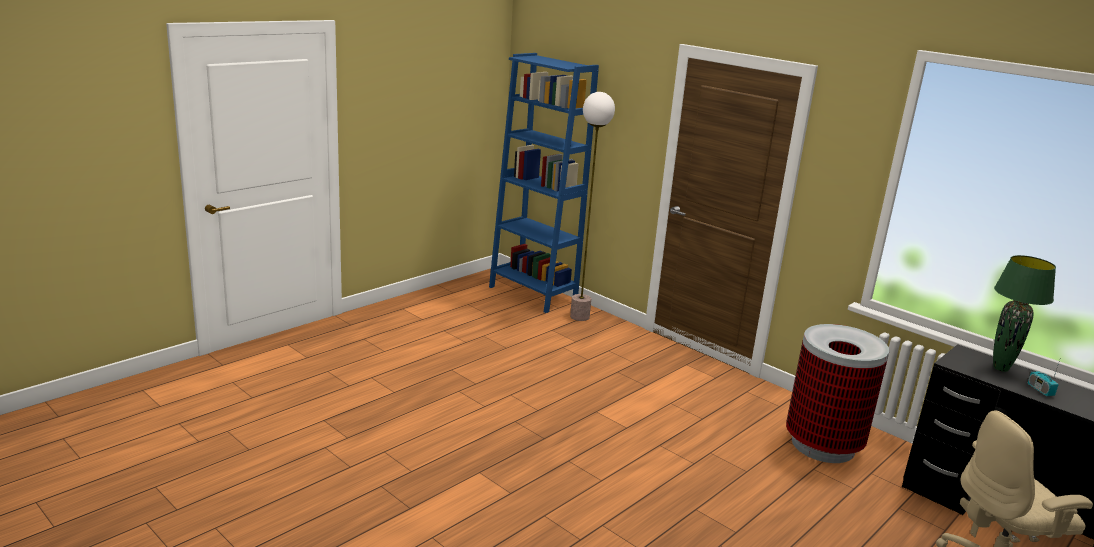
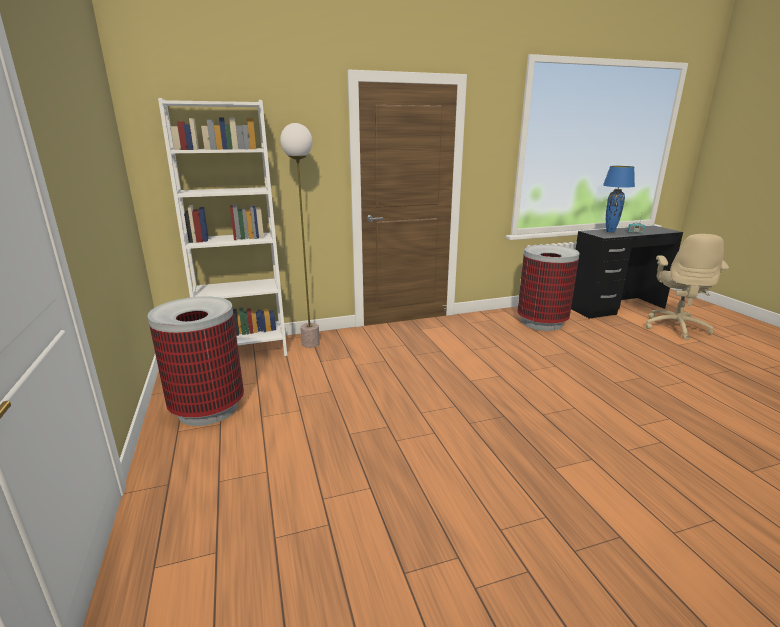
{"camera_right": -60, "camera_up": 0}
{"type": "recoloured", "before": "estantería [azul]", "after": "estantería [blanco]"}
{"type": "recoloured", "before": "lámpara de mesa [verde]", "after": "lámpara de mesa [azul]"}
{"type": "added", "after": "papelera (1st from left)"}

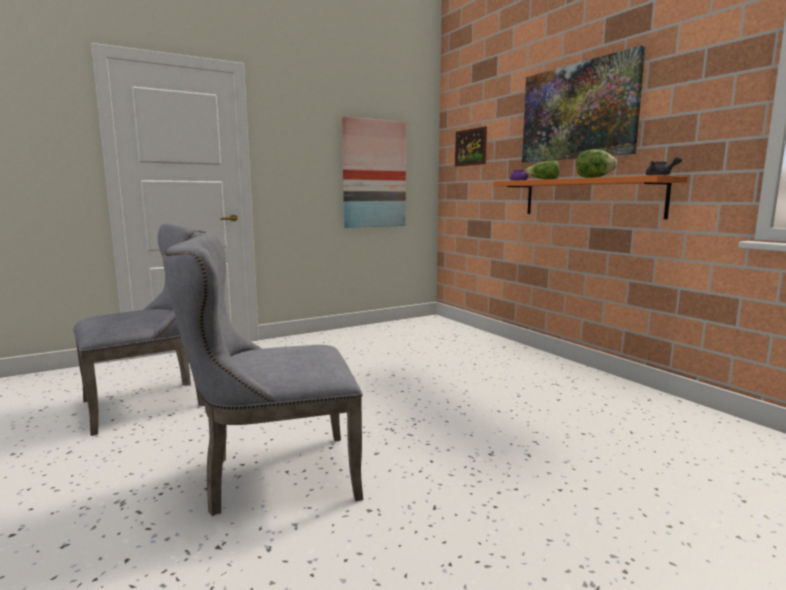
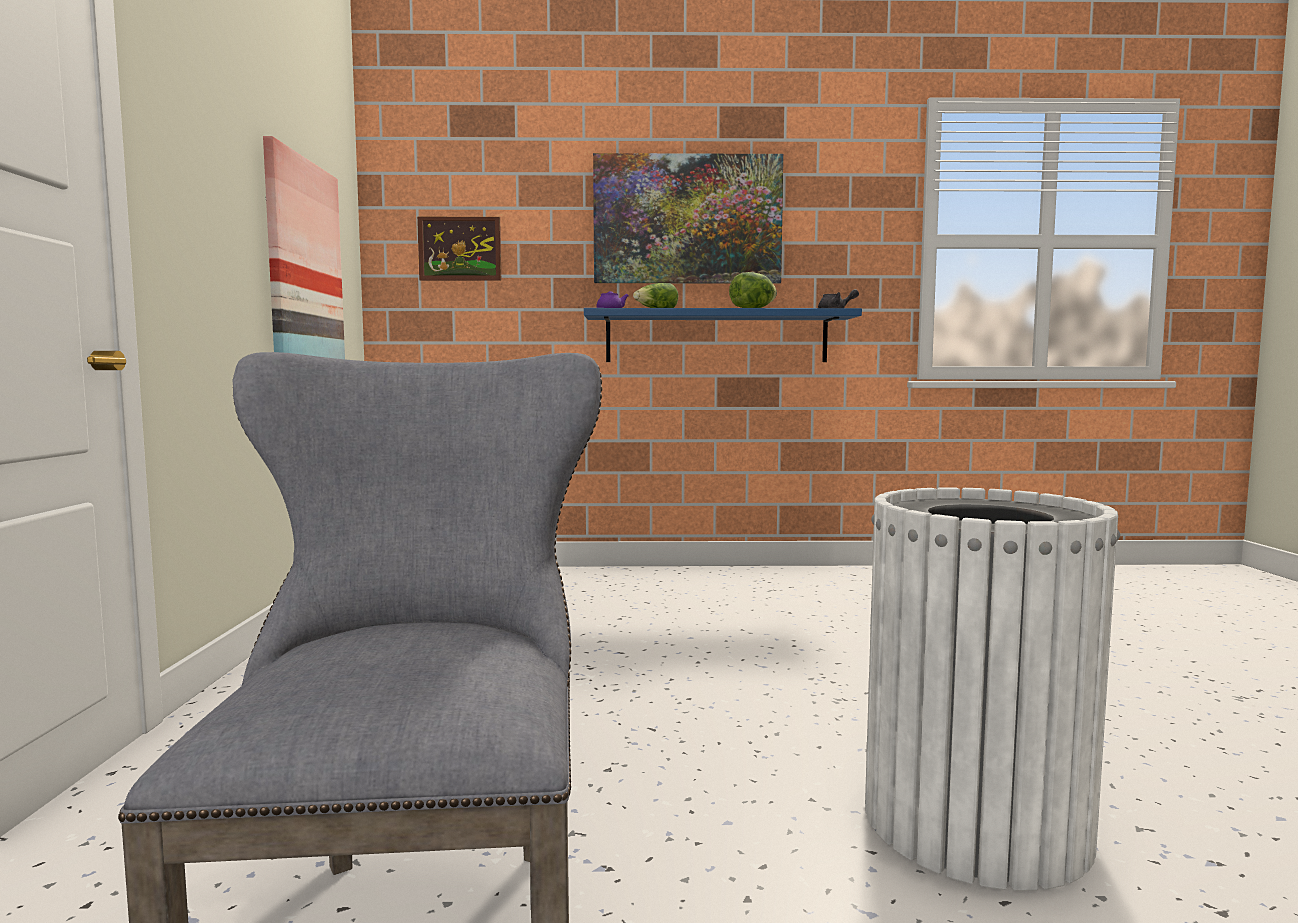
{"camera_right": -60, "camera_up": -5}
{"type": "replaced", "before": "silla [gris] (2nd from left)", "after": "papelera [blanco]"}
{"type": "recoloured", "before": "estante [naranja]", "after": "estante [azul]"}

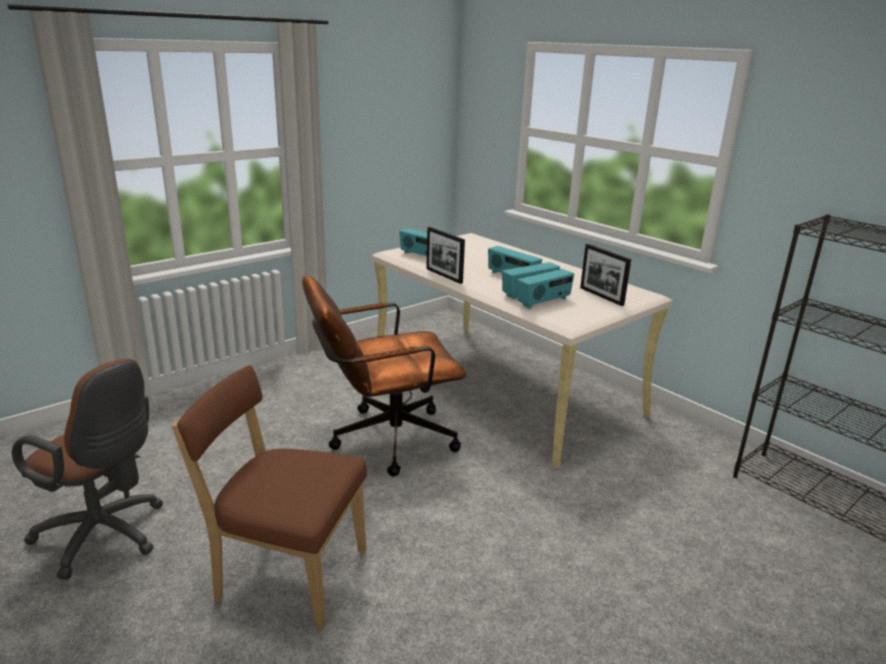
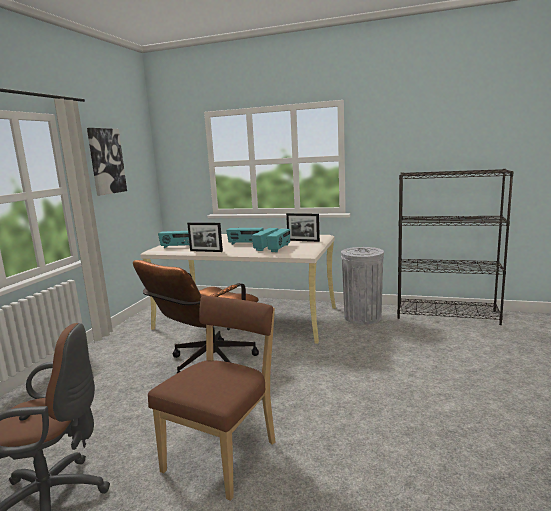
{"camera_right": -30, "camera_up": -10}
{"type": "turned", "before": "silla [marrón]", "turn": 135}
{"type": "added", "after": "cuadro"}
{"type": "added", "after": "papelera [gris]"}

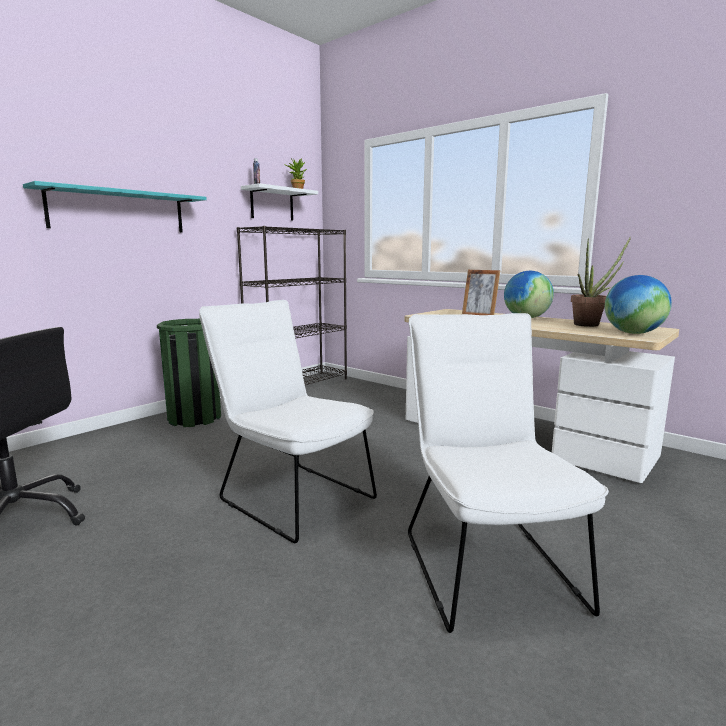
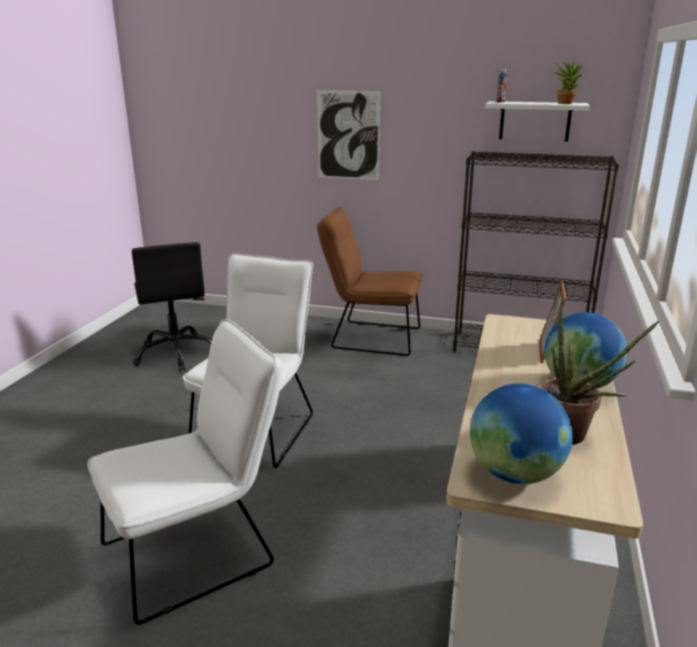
{"camera_right": 65, "camera_up": 10}
{"type": "replaced", "before": "estante [turquesa]", "after": "cuadro"}
{"type": "replaced", "before": "papelera [verde]", "after": "silla [marrón]"}

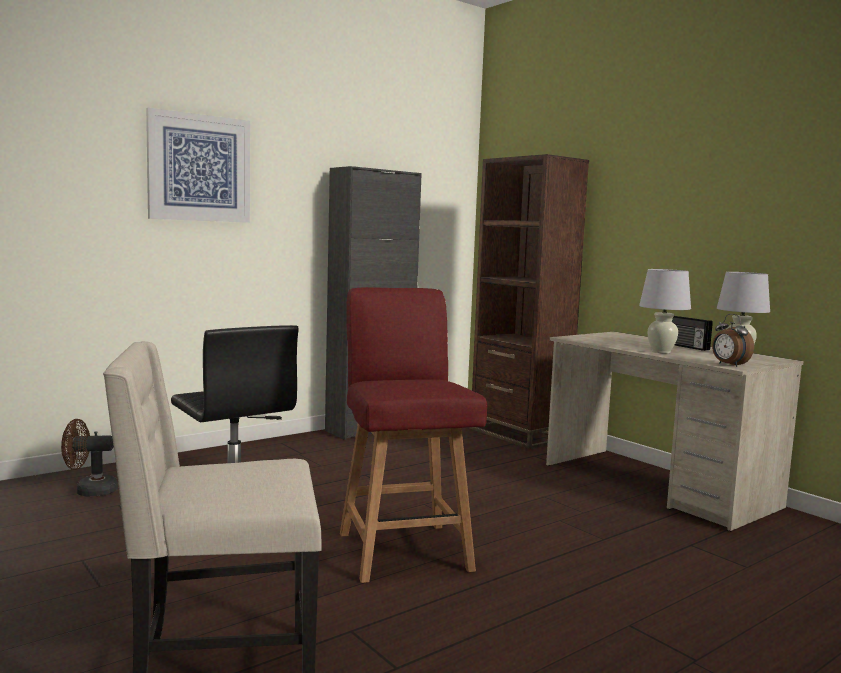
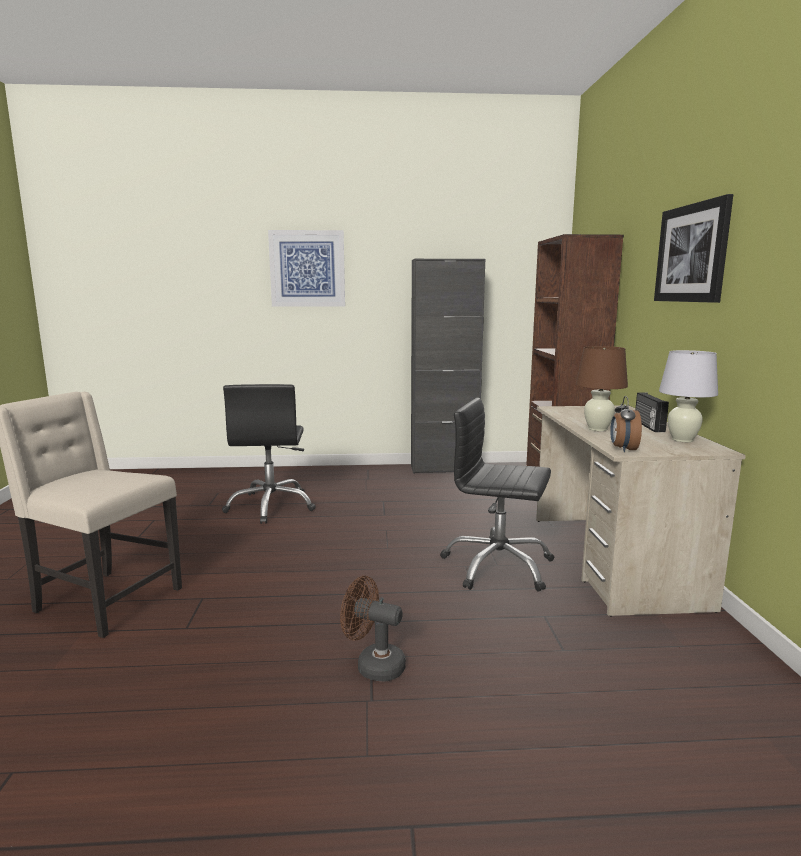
{"camera_right": 35, "camera_up": 5}
{"type": "moved", "before": "ventilador [marrón]"}
{"type": "removed", "before": "silla [rojo]"}
{"type": "recoloured", "before": "lámpara de mesa [blanco] (1st from left)", "after": "lámpara de mesa [marrón]"}
{"type": "added", "after": "silla de oficina [negro] (2nd from left)"}
{"type": "added", "after": "cuadro (2nd from left)"}

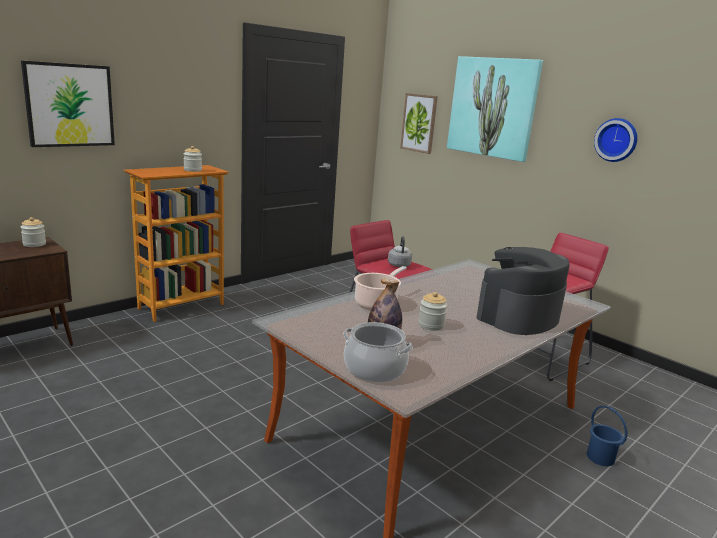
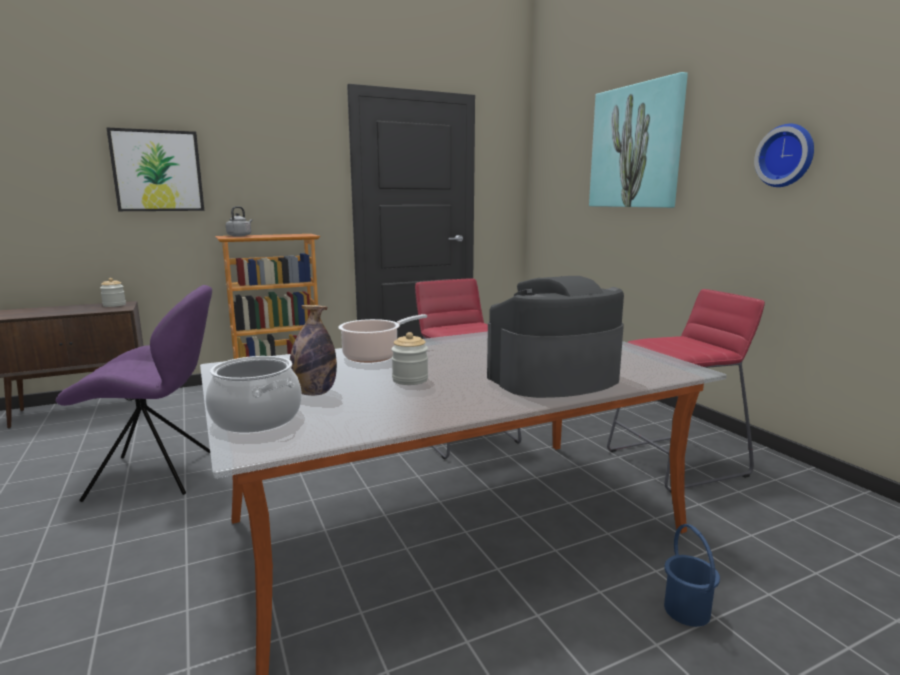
{"camera_right": 20, "camera_up": -5}
{"type": "removed", "before": "tarro (2nd from left)"}
{"type": "moved", "before": "hervidor [gris]"}
{"type": "removed", "before": "cuadro (2nd from left)"}
{"type": "added", "after": "silla [morado]"}

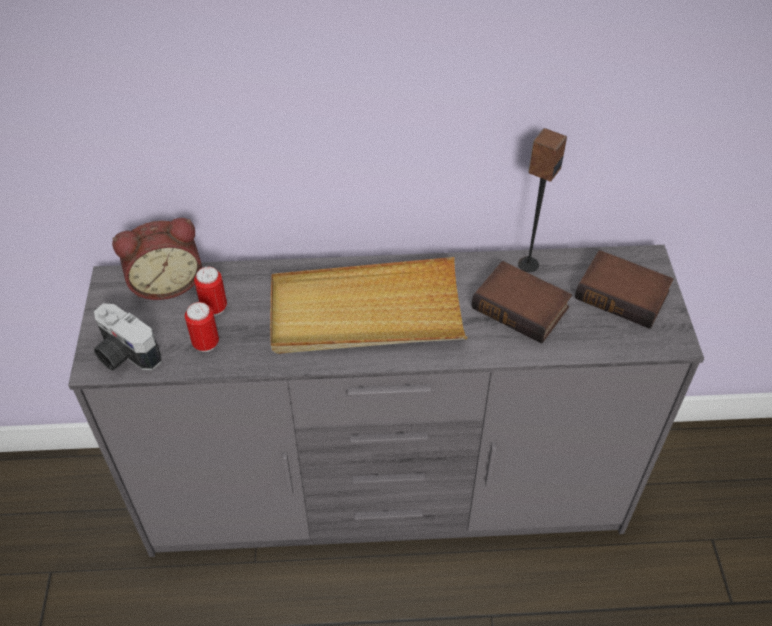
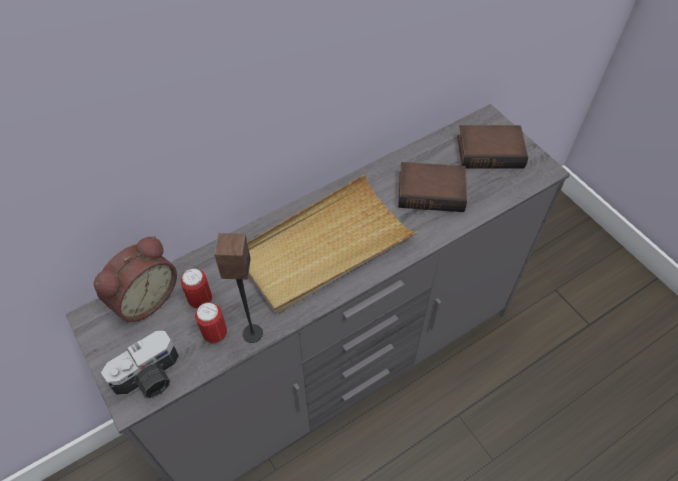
{"camera_right": -30, "camera_up": 5}
{"type": "turned", "before": "cámara", "turn": -45}
{"type": "moved", "before": "altavoz"}

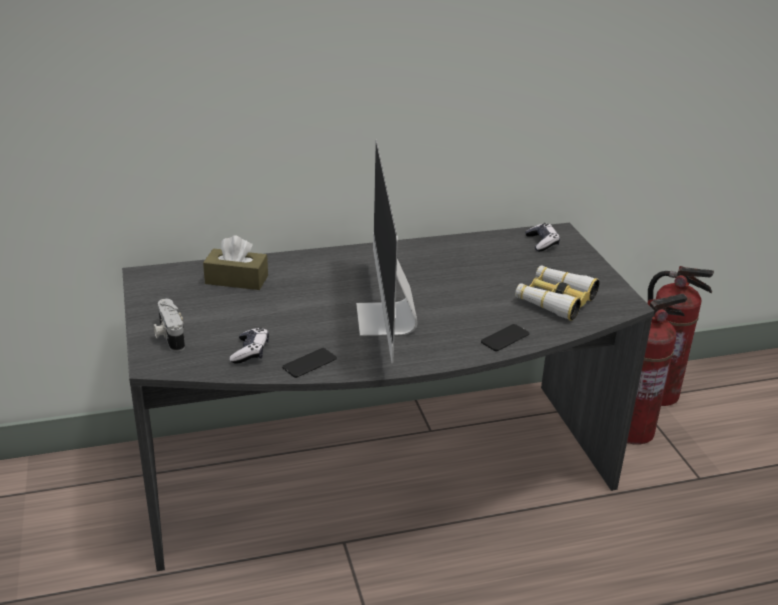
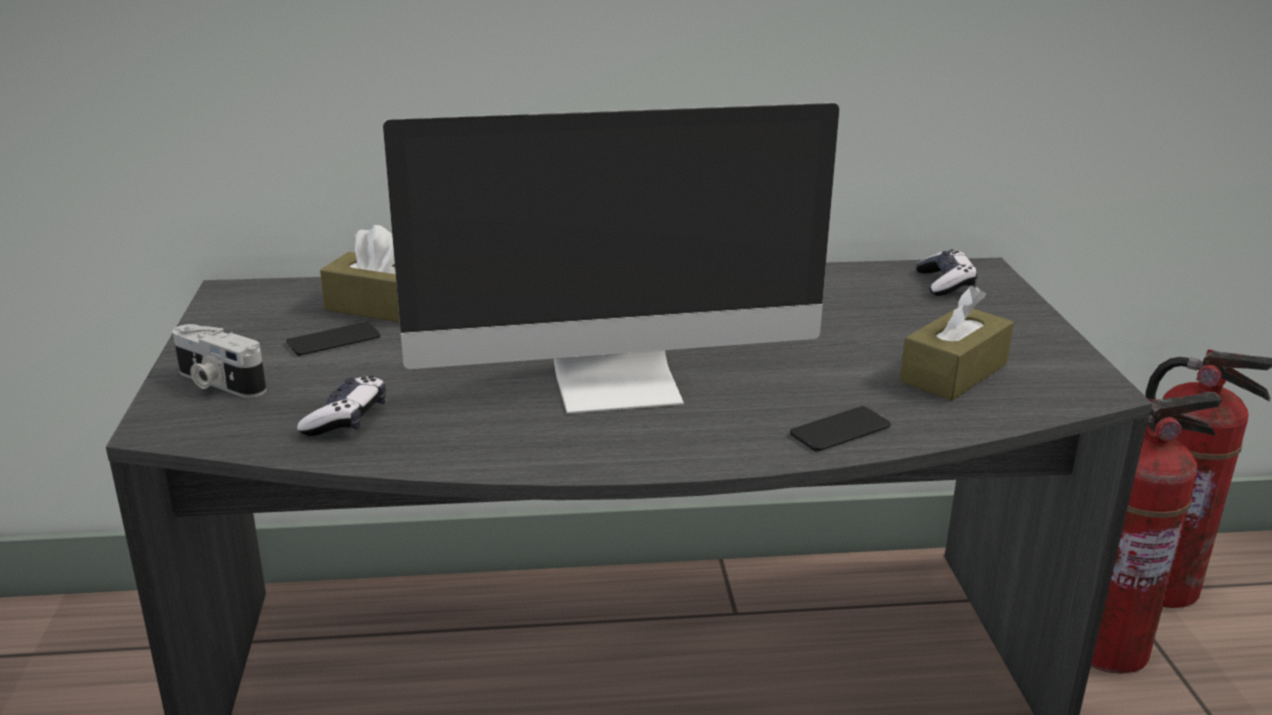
{"camera_right": 10, "camera_up": -5}
{"type": "turned", "before": "cámara", "turn": -45}
{"type": "moved", "before": "móvil (1st from left)"}
{"type": "turned", "before": "monitor", "turn": -105}
{"type": "replaced", "before": "prismáticos", "after": "caja de pañuelos [marrón] (2nd from left)"}

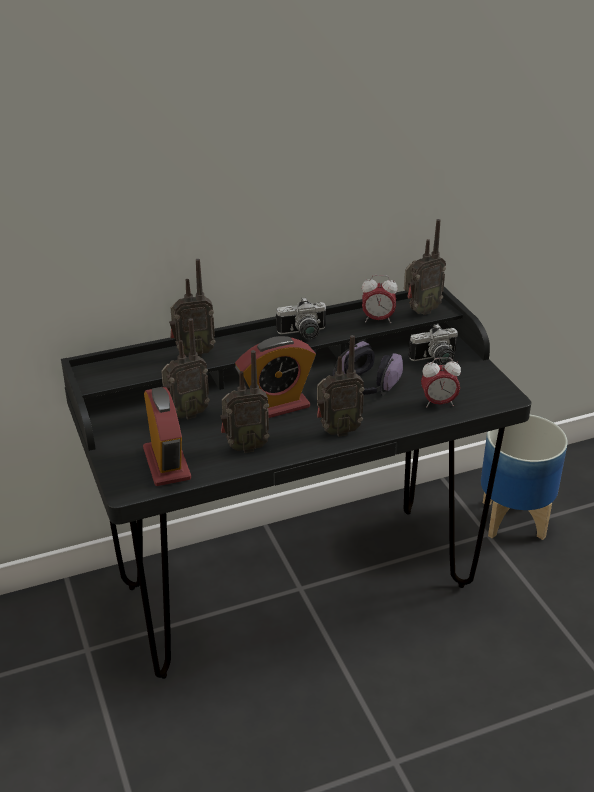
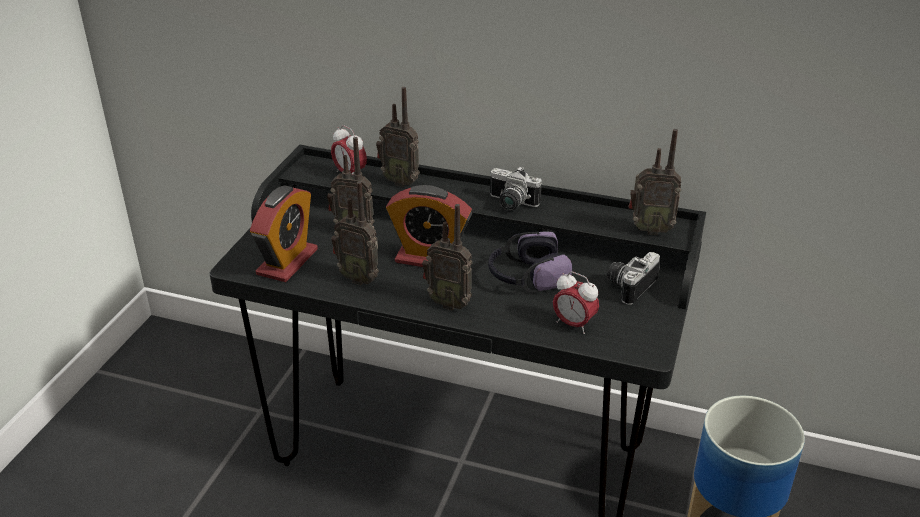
{"camera_right": 40, "camera_up": 0}
{"type": "moved", "before": "despertador (3rd from left in the first image)", "after": "despertador (2nd from left)"}
{"type": "turned", "before": "cámara (2nd from left)", "turn": 105}

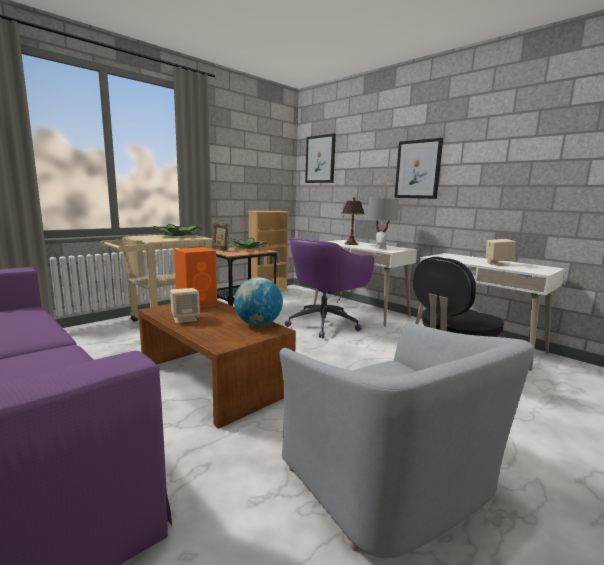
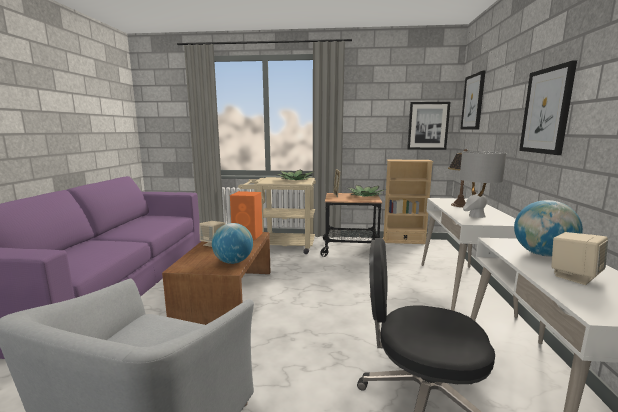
{"camera_right": 50, "camera_up": 0}
{"type": "removed", "before": "silla de oficina [morado]"}
{"type": "added", "after": "cuadro (1st from left)"}
{"type": "added", "after": "globo terráqueo (2nd from left)"}

